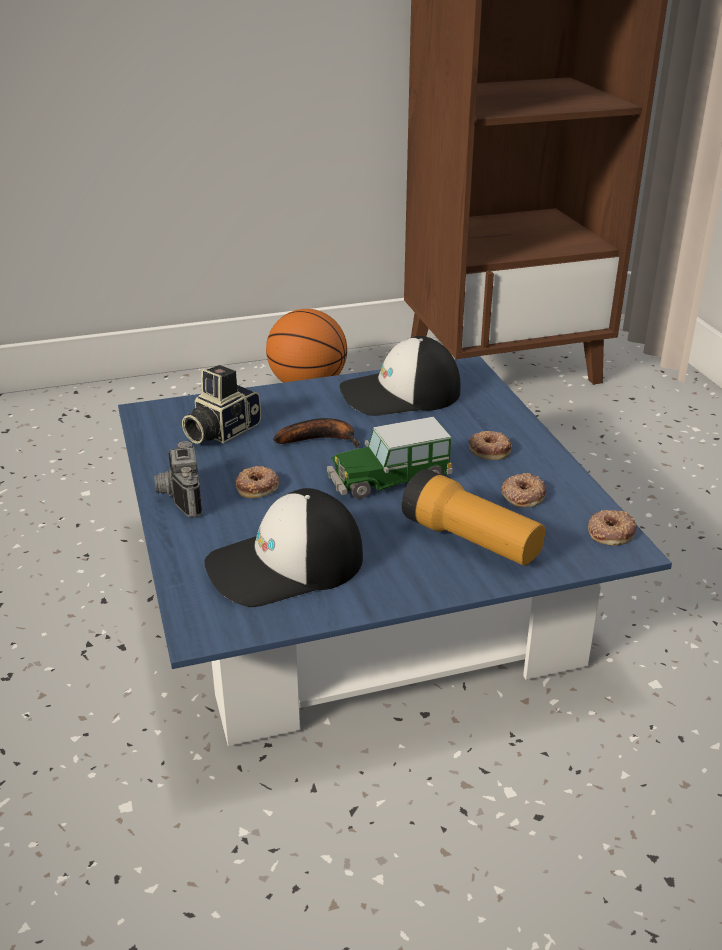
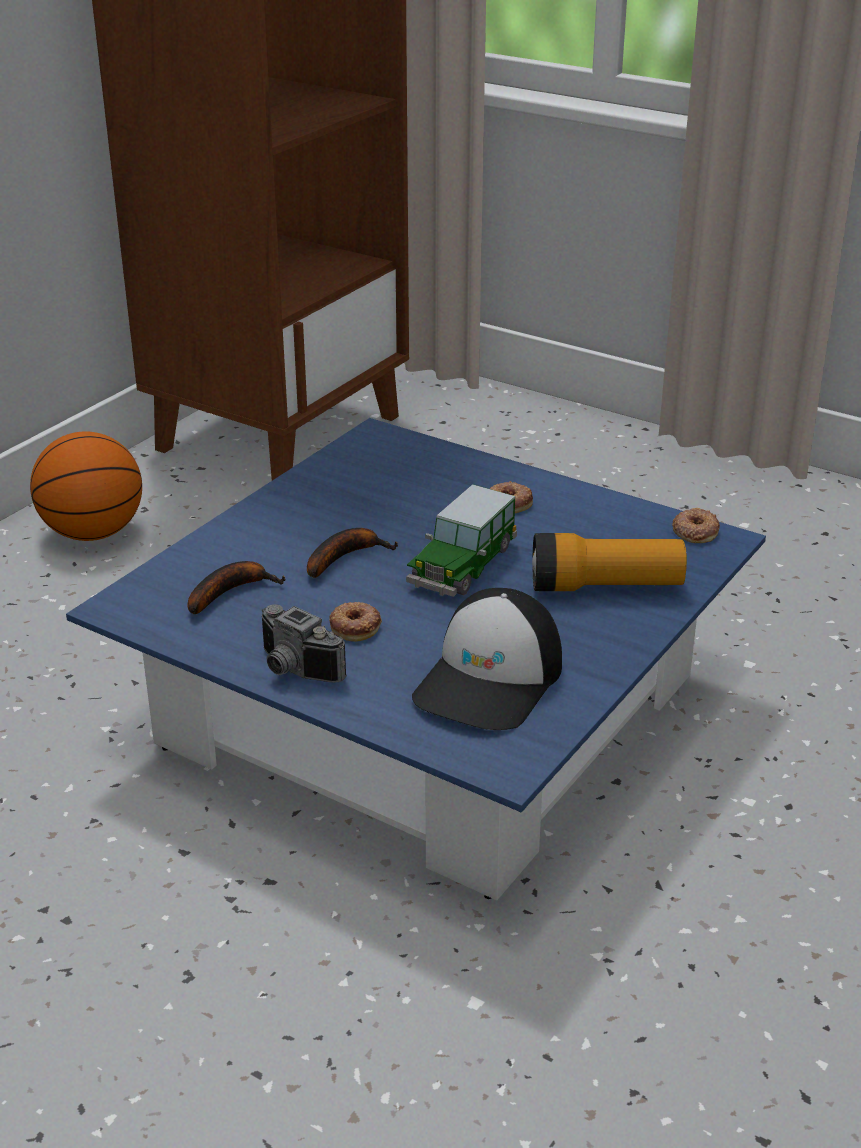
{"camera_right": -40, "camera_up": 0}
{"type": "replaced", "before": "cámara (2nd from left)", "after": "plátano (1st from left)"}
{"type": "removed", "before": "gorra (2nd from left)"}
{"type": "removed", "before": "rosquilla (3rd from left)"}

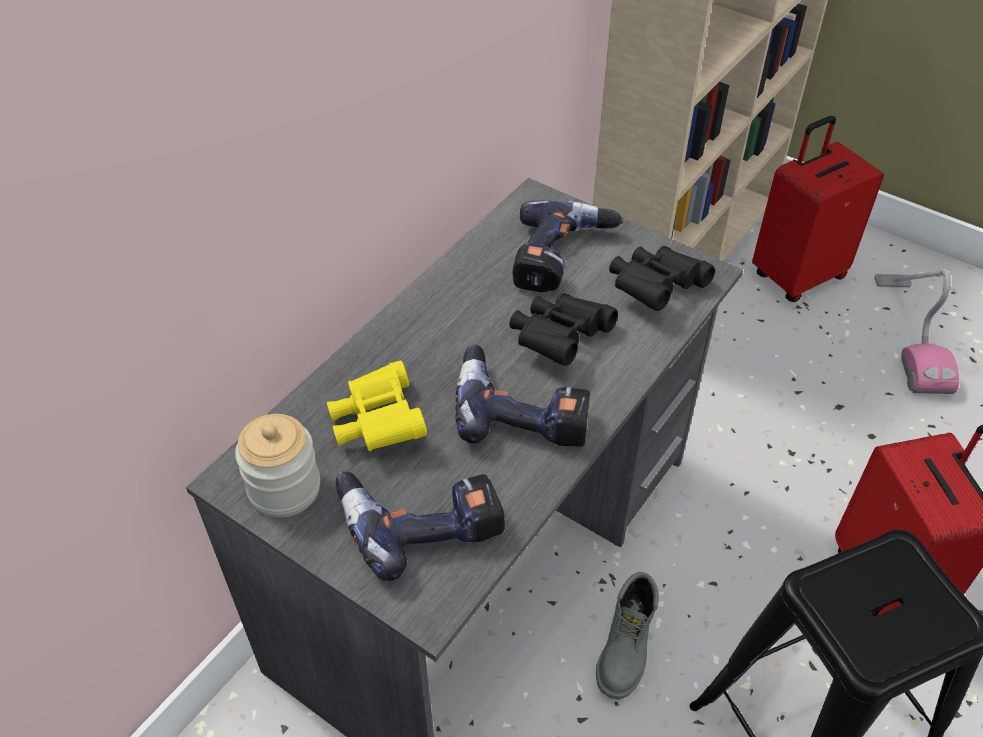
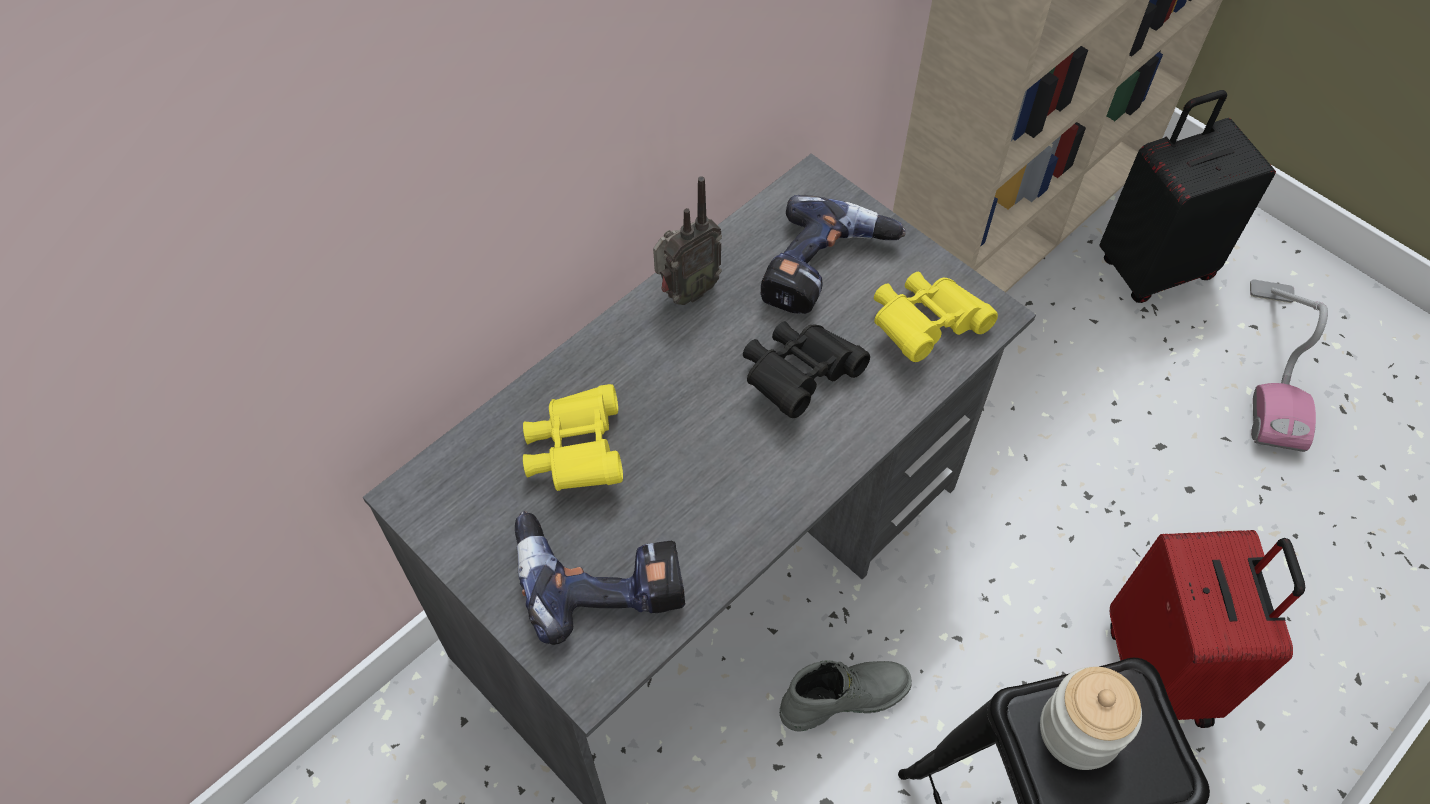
{"camera_right": 10, "camera_up": 10}
{"type": "moved", "before": "tarro"}
{"type": "removed", "before": "taladro (2nd from left)"}
{"type": "turned", "before": "bota [gris]", "turn": -135}
{"type": "recoloured", "before": "prismáticos [negro] (2nd from left)", "after": "prismáticos [amarillo] (2nd from left)"}
{"type": "recoloured", "before": "maleta [rojo] (1st from left)", "after": "maleta [negro]"}
{"type": "added", "after": "radio"}

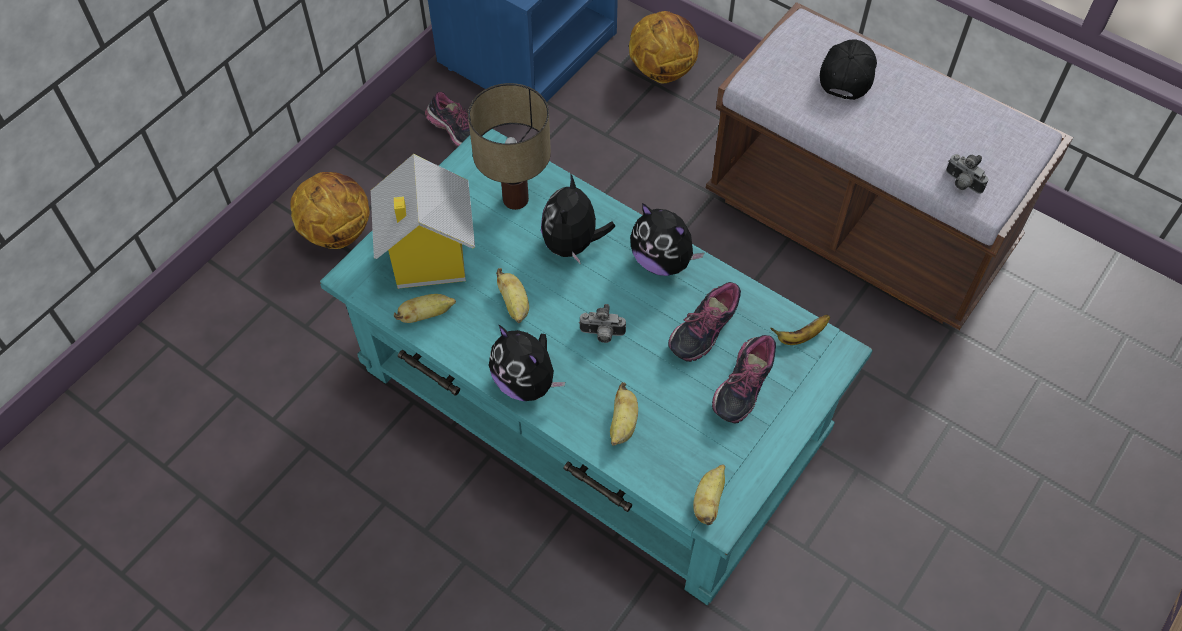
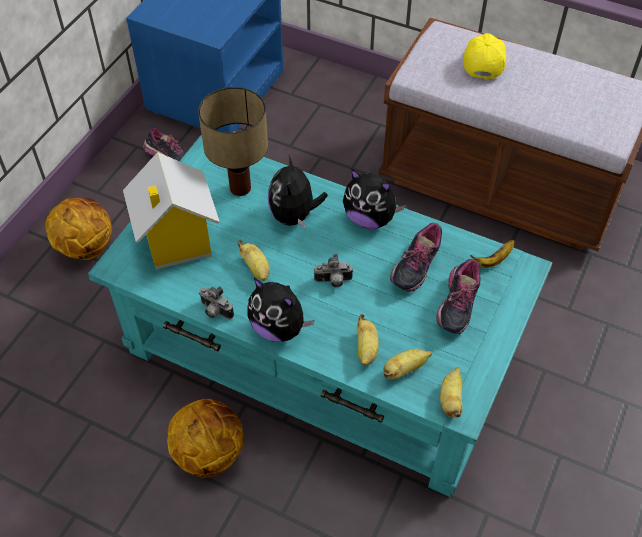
{"camera_right": -10, "camera_up": -5}
{"type": "moved", "before": "plátano (1st from left in the first image)", "after": "plátano (3rd from left)"}
{"type": "moved", "before": "balón de baloncesto (2nd from left)"}
{"type": "recoloured", "before": "gorra [negro]", "after": "gorra [amarillo]"}
{"type": "moved", "before": "cámara (2nd from left in the first image)", "after": "cámara (1st from left)"}

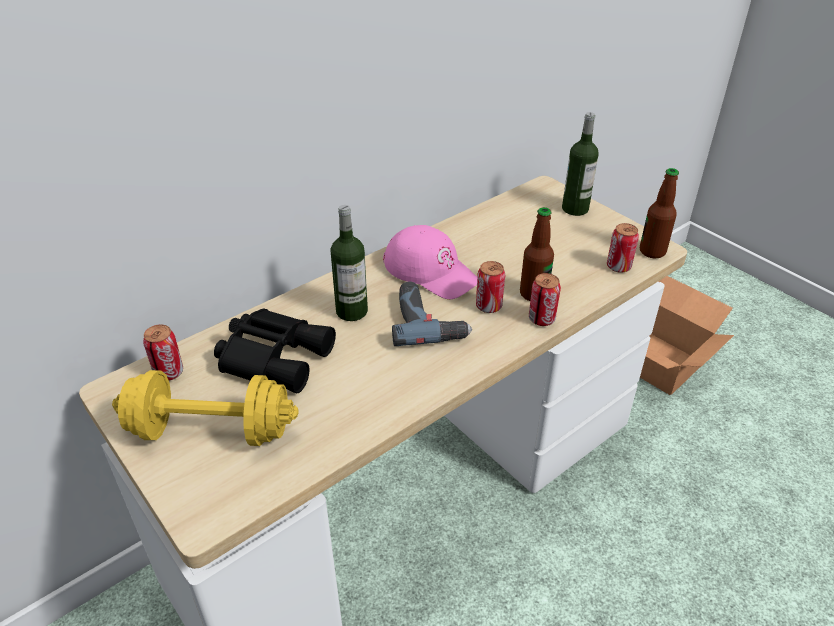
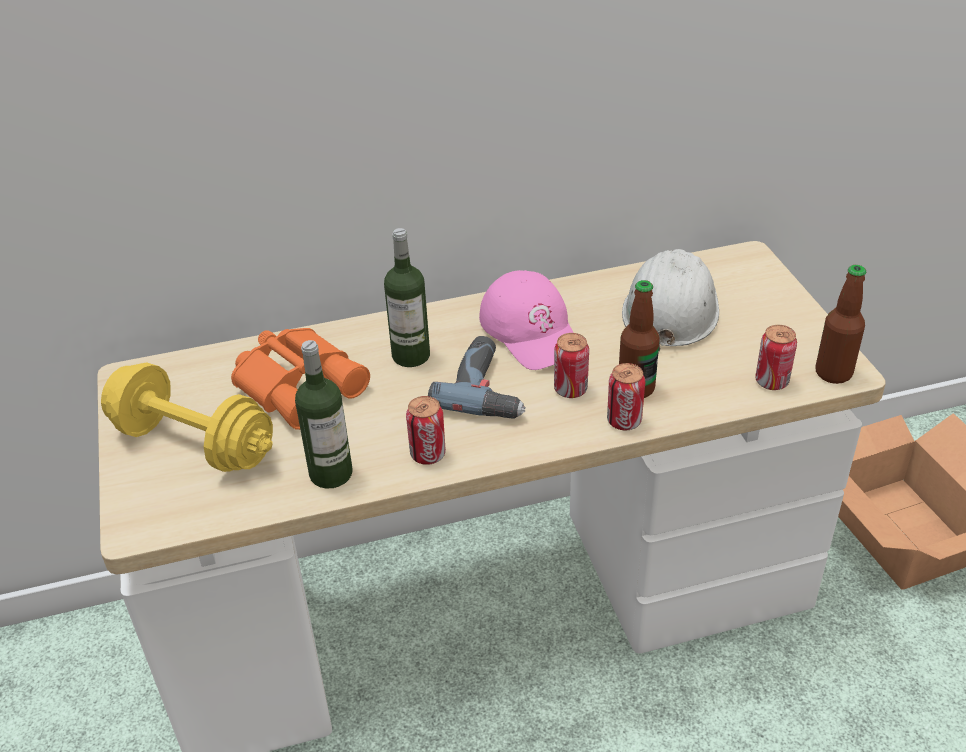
{"camera_right": 25, "camera_up": 0}
{"type": "moved", "before": "lata (1st from left)"}
{"type": "recoloured", "before": "prismáticos [negro]", "after": "prismáticos [naranja]"}
{"type": "moved", "before": "botella (3rd from left in the first image)", "after": "botella (1st from left)"}
{"type": "added", "after": "casco [blanco]"}

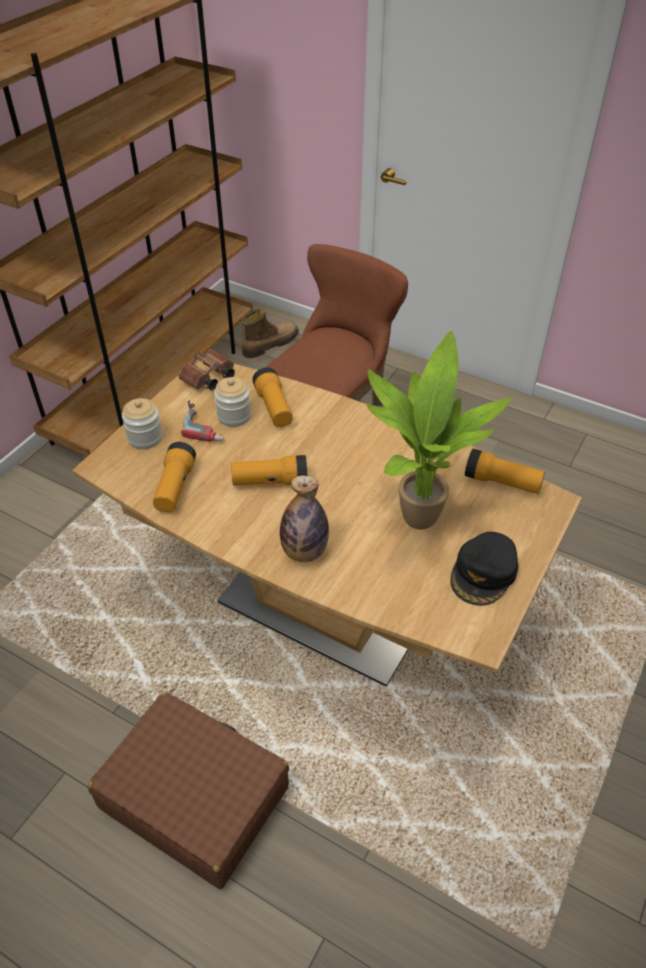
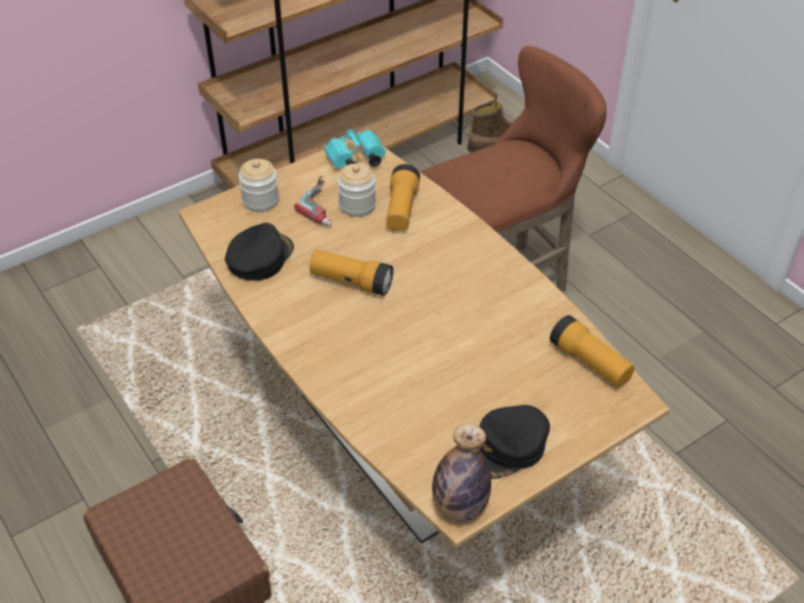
{"camera_right": 25, "camera_up": 0}
{"type": "replaced", "before": "linterna (1st from left)", "after": "gorra [negro] (1st from left)"}
{"type": "recoloured", "before": "prismáticos [marrón]", "after": "prismáticos [turquesa]"}
{"type": "moved", "before": "botella"}
{"type": "removed", "before": "planta en maceta"}

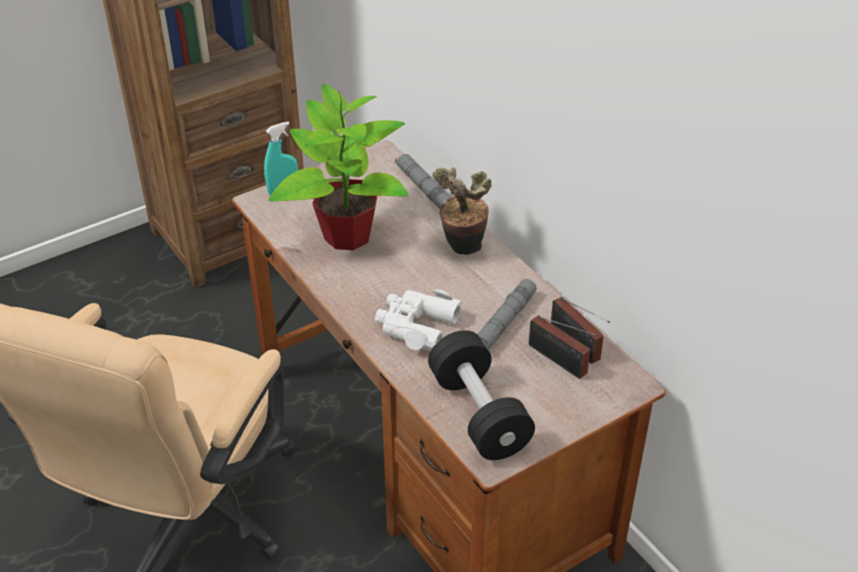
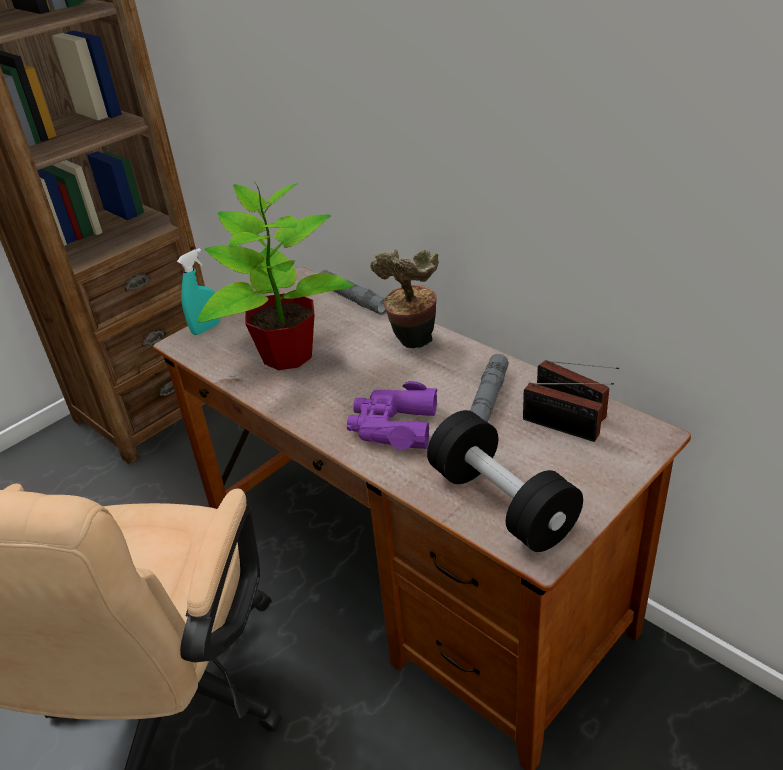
{"camera_right": -10, "camera_up": -5}
{"type": "recoloured", "before": "prismáticos [blanco]", "after": "prismáticos [morado]"}

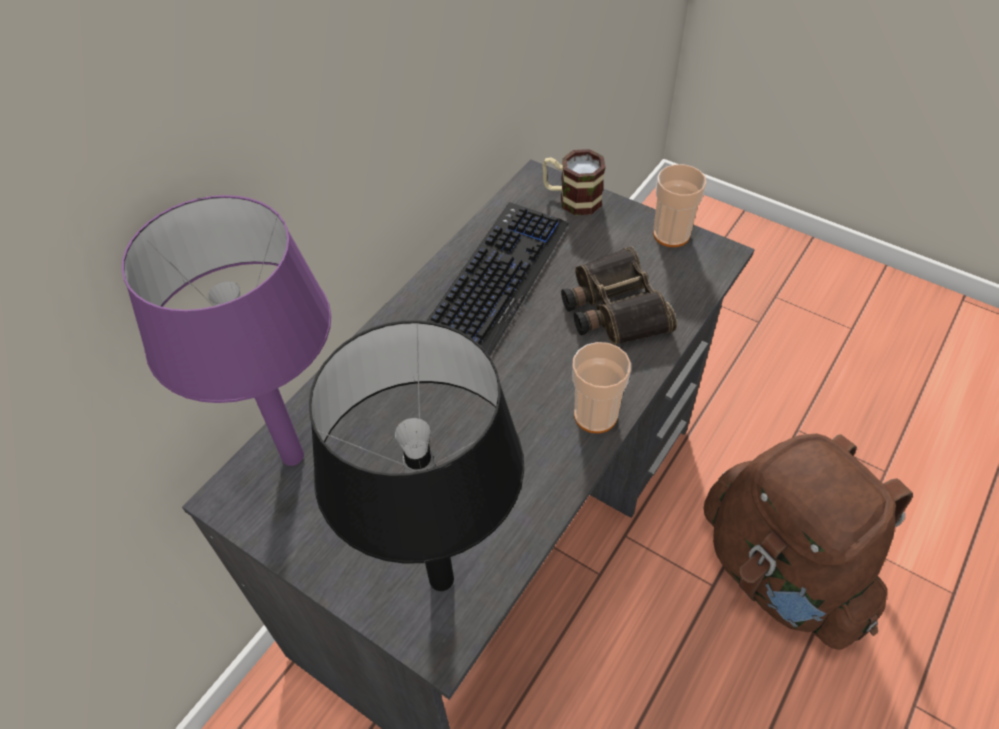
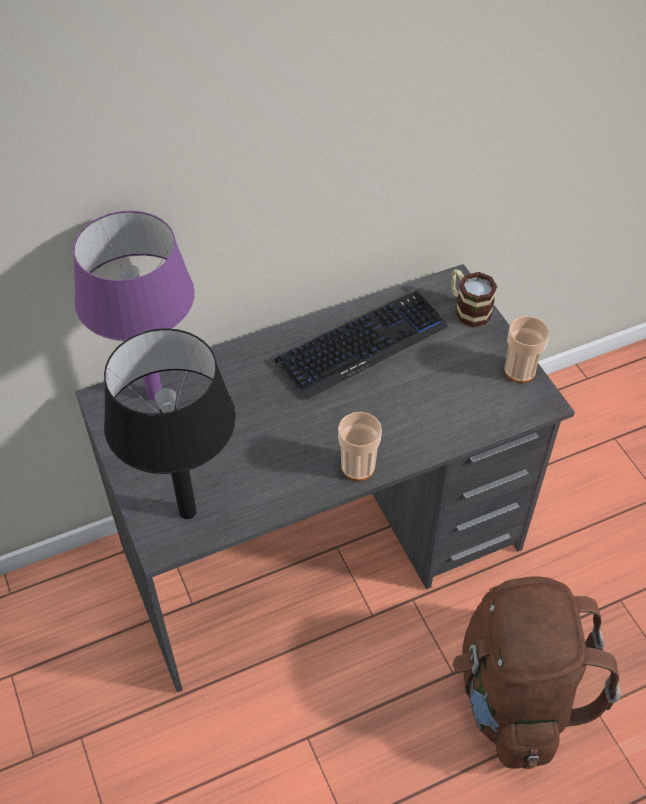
{"camera_right": 30, "camera_up": 0}
{"type": "removed", "before": "prismáticos"}

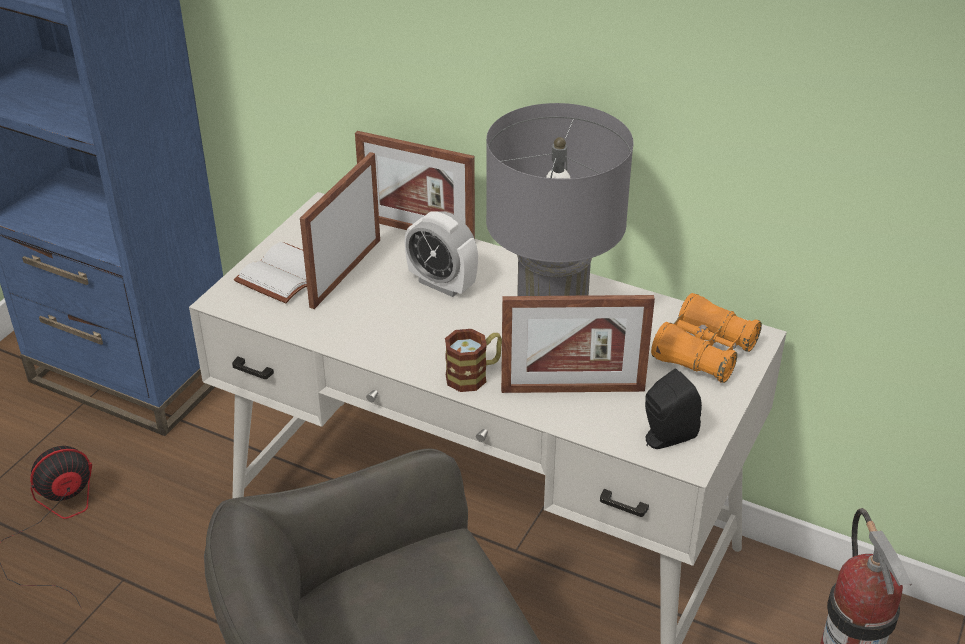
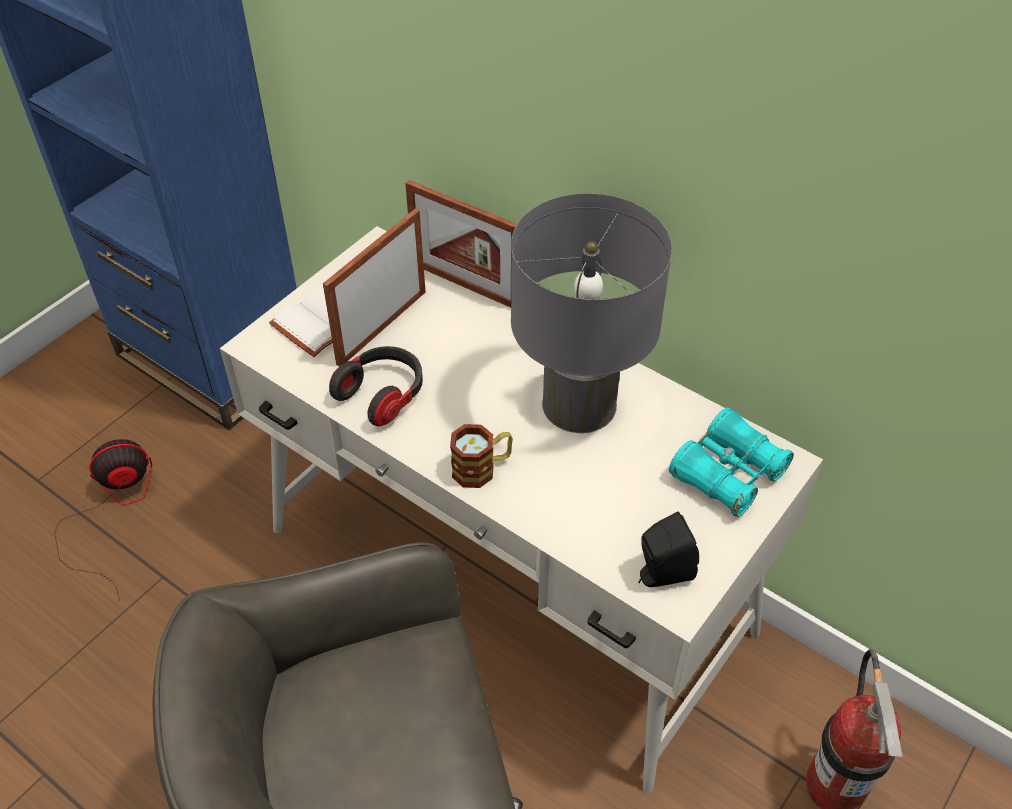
{"camera_right": 10, "camera_up": 10}
{"type": "removed", "before": "despertador"}
{"type": "removed", "before": "portarretratos (3rd from left)"}
{"type": "recoloured", "before": "prismáticos [naranja]", "after": "prismáticos [turquesa]"}
{"type": "added", "after": "auriculares"}

